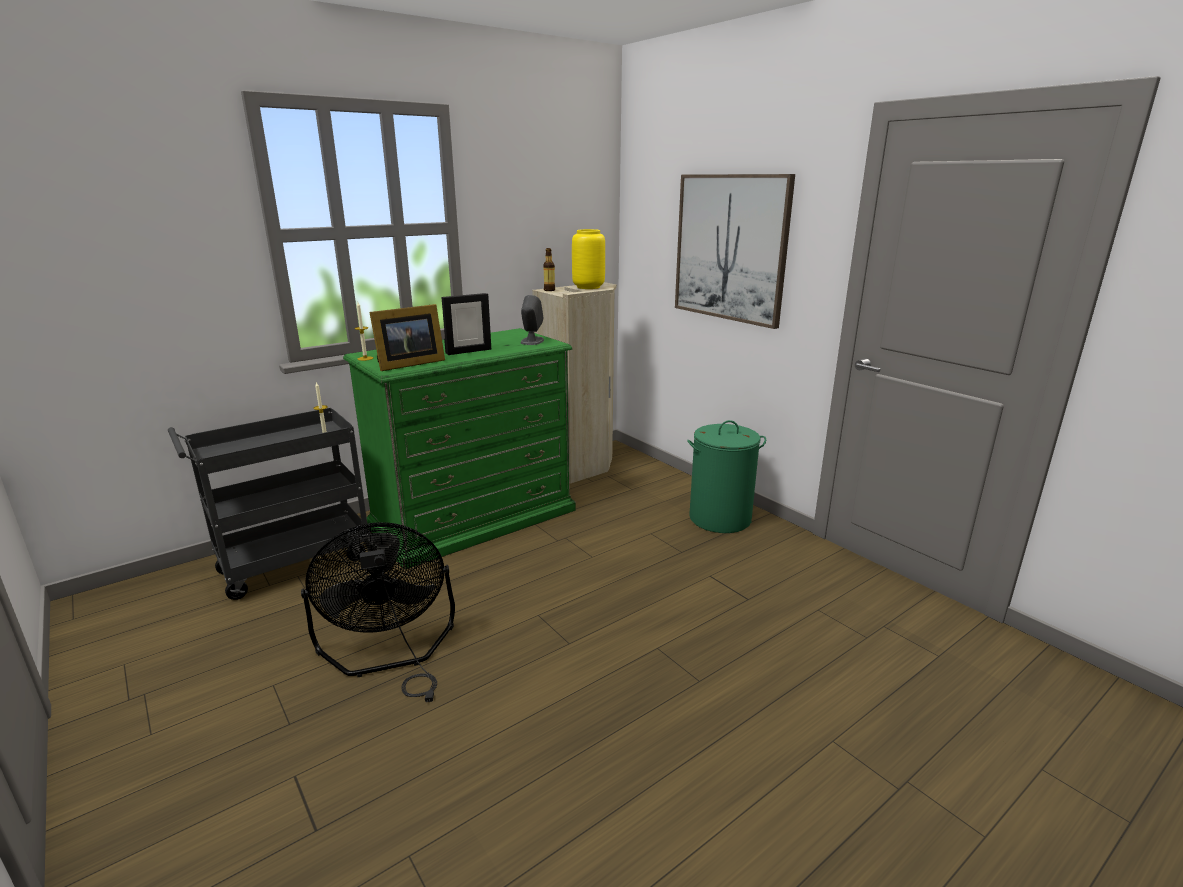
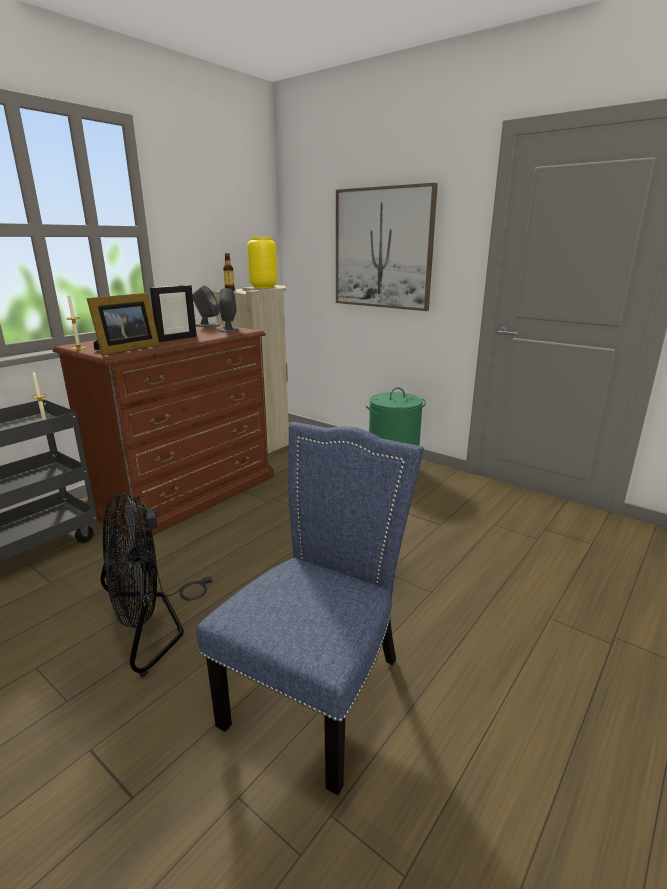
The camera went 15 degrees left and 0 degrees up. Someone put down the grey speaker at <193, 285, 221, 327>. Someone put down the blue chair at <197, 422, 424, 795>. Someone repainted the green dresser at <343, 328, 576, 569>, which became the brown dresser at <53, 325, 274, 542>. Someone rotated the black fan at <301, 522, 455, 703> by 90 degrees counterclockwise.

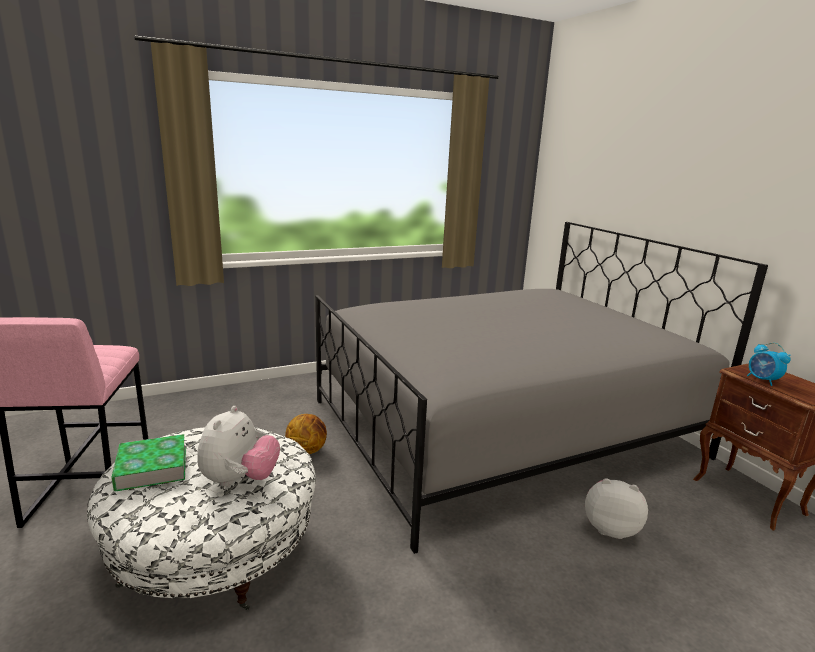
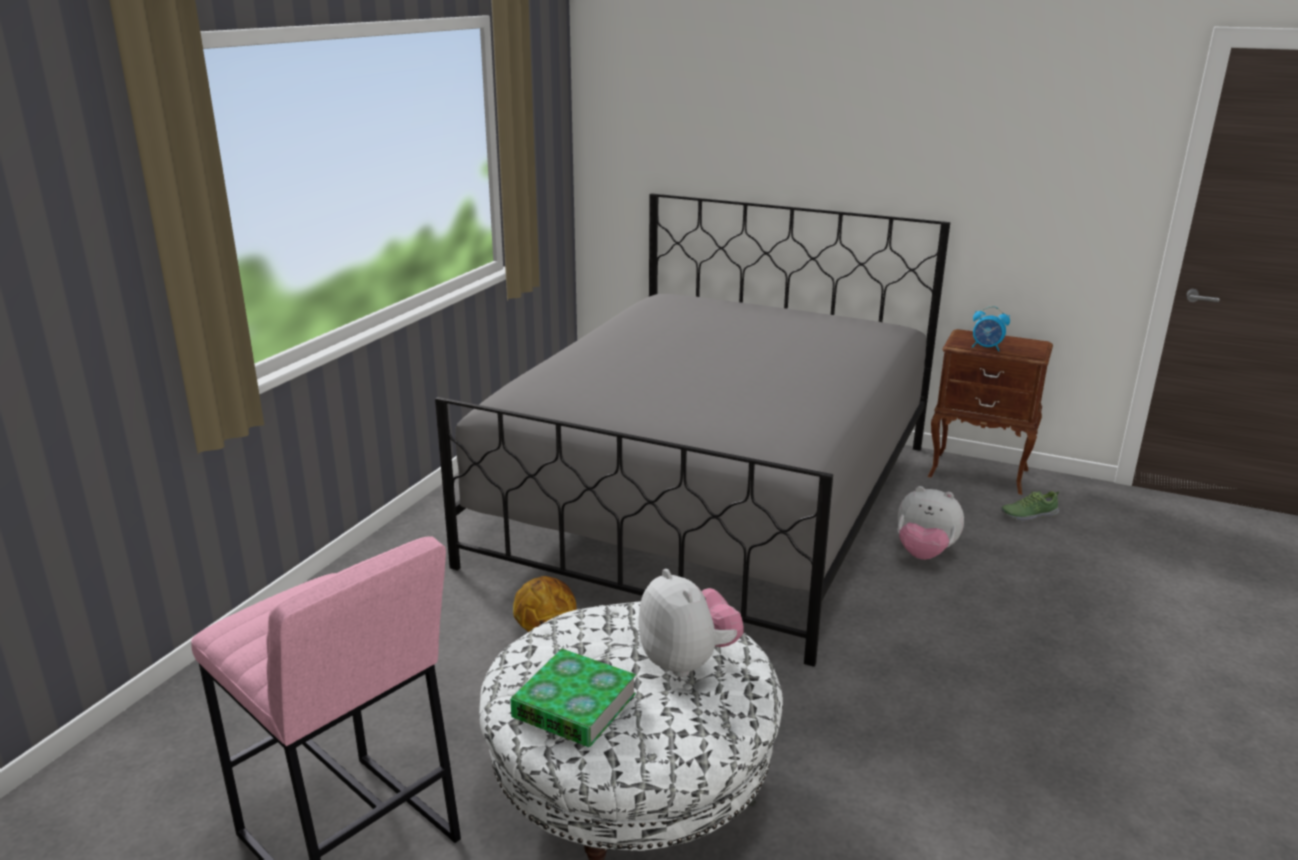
The camera went 40 degrees left and 5 degrees up. Someone put down the shoe at <1001, 491, 1060, 522>. Someone rotated the plush toy at <585, 478, 648, 539> by 135 degrees counterclockwise.

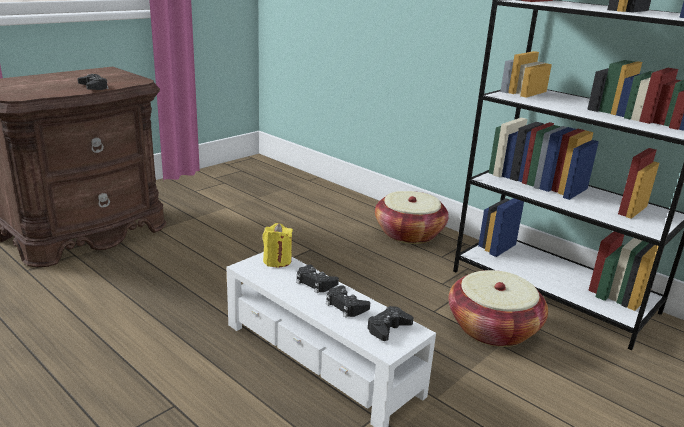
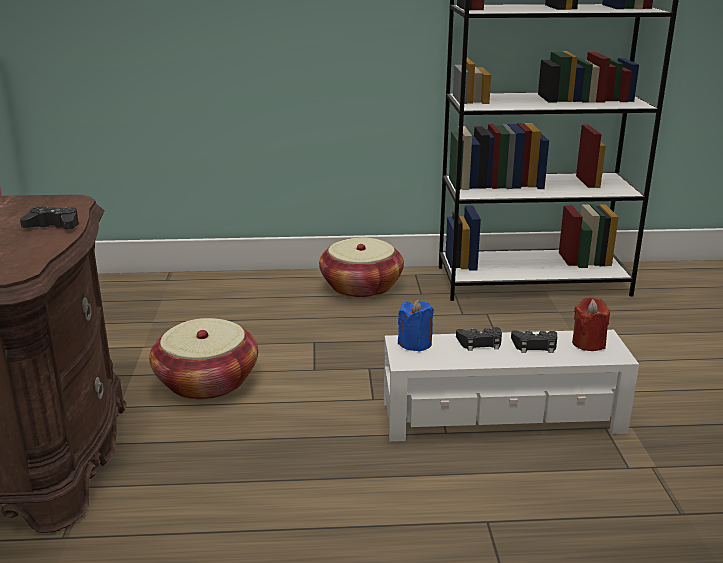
The camera went 45 degrees left and 0 degrees up. Someone carried the basket from <448, 270, 548, 347> to <149, 318, 258, 400>. Someone swapped the black game controller at <367, 306, 414, 341> for the red candle at <572, 297, 610, 351>. Someone repainted the yellow candle at <263, 223, 293, 268>, which became the blue candle at <398, 300, 434, 352>.

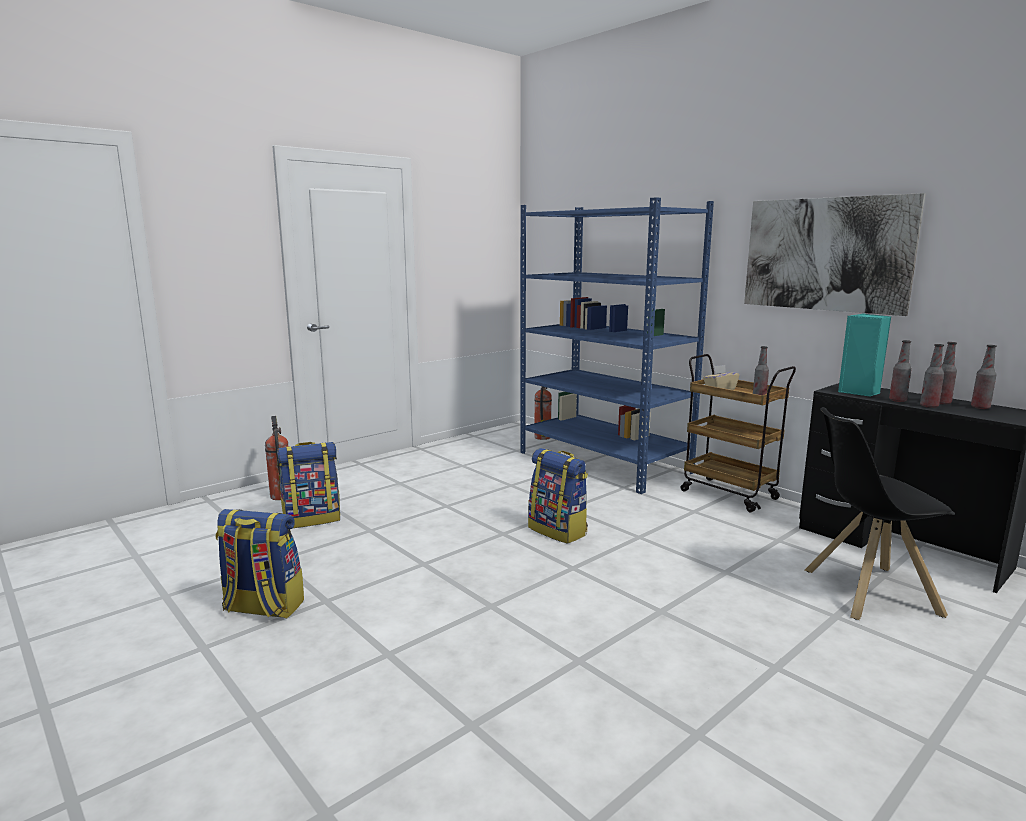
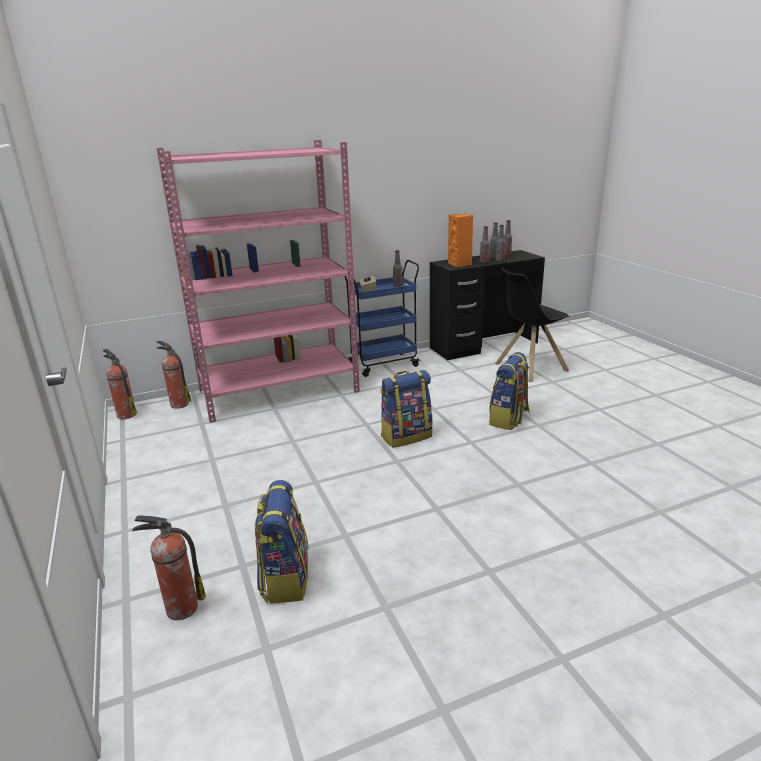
The camera went 70 degrees left and 10 degrees up. Someone took away the picture at <744, 193, 926, 316>. Someone put down the fire extinguisher at <103, 349, 137, 419>. Someone carried the backpack from <216, 509, 304, 618> to <489, 352, 530, 430>. Someone repainted the blue bookcase at <520, 197, 714, 494>, which became the pink bookcase at <156, 140, 360, 423>. Someone repainted the brown cart at <680, 354, 796, 512>, which became the blue cart at <344, 260, 422, 377>. Someone repainted the turquoise speaker at <838, 314, 891, 397>, which became the orange speaker at <448, 214, 473, 267>. Someone rotated the black chair at <805, 407, 955, 620> by 45 degrees clockwise.

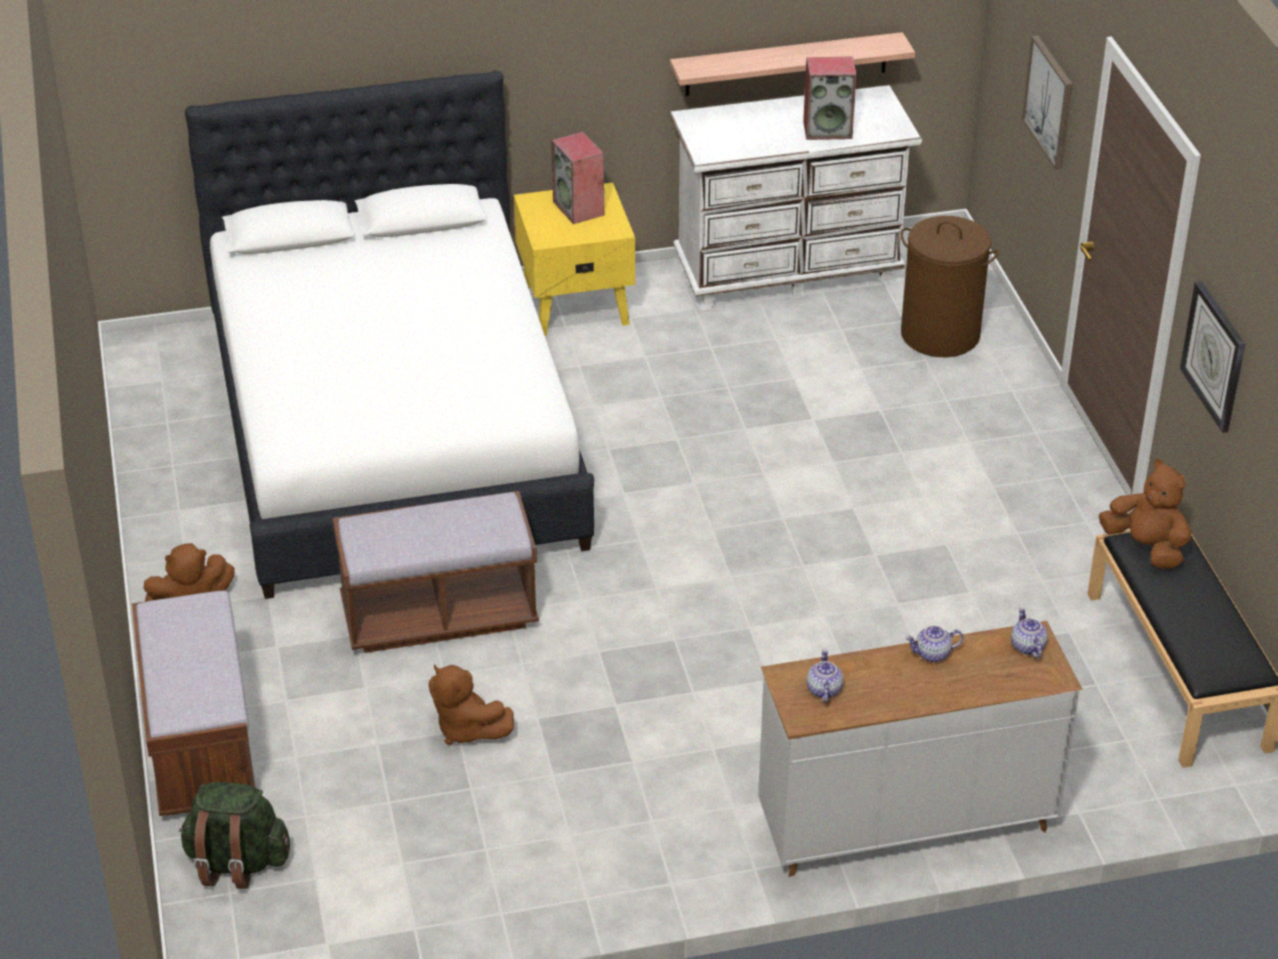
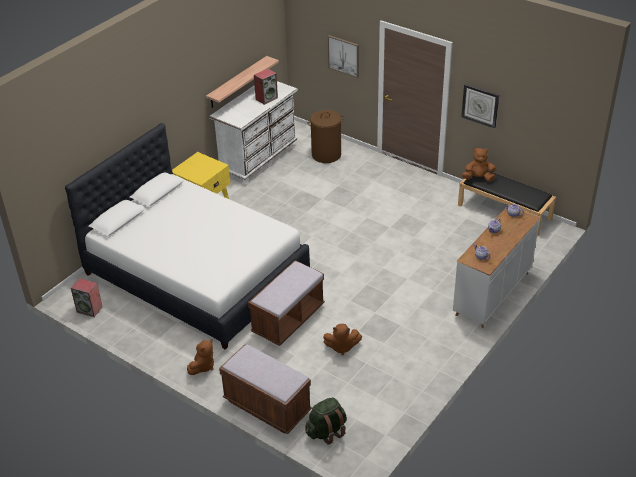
The camera went 40 degrees left and 0 degrees up. Someone carried the speaker from <551, 131, 604, 224> to <71, 278, 102, 317>.

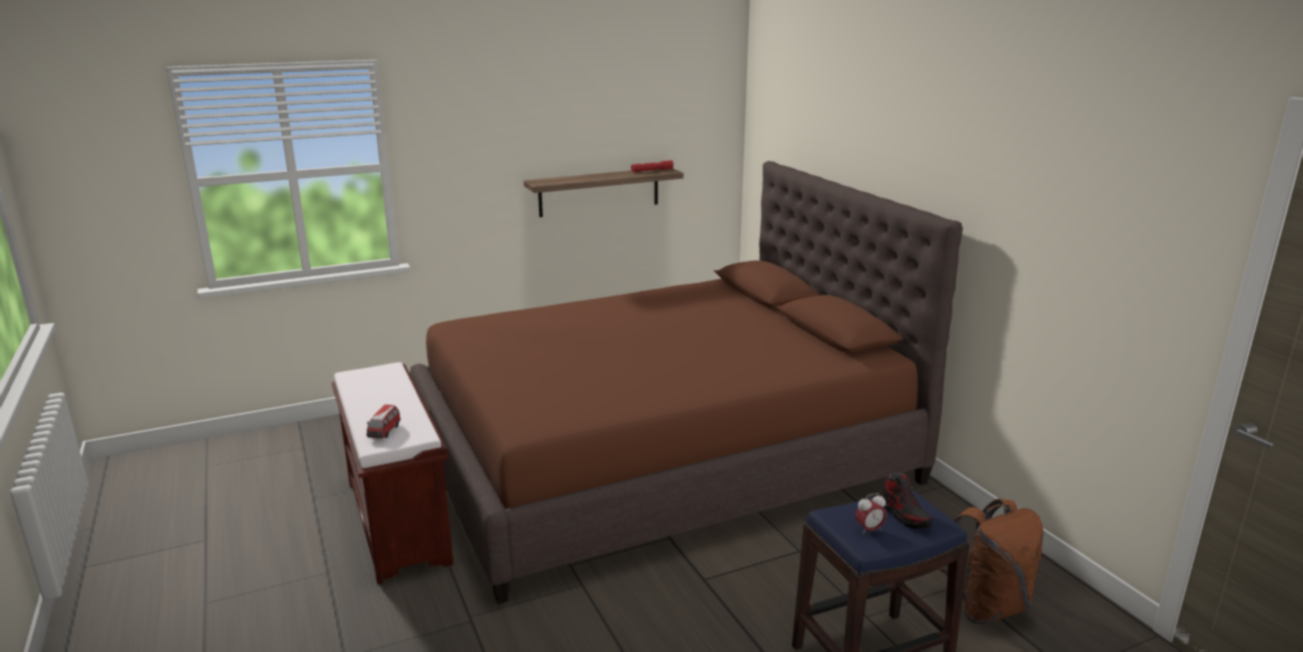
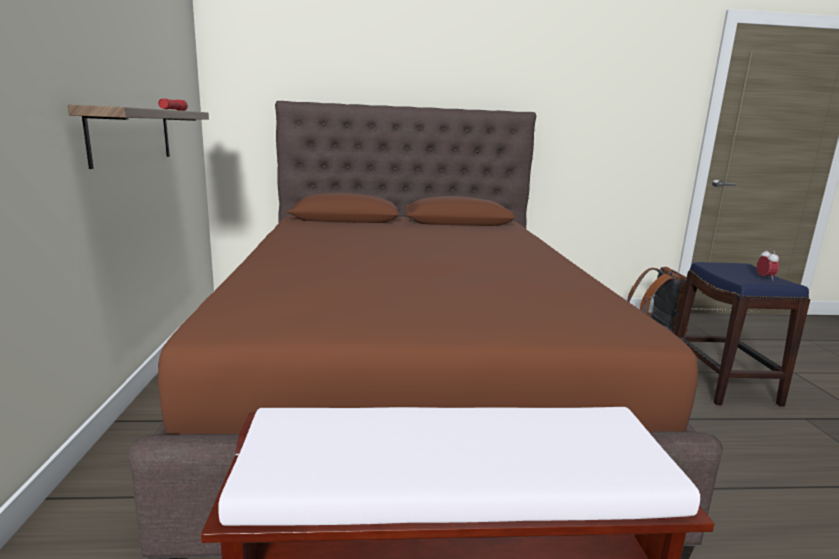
The camera went 70 degrees left and 5 degrees down. Someone took away the toy car at <367, 405, 401, 439>. Someone took away the shoe at <881, 473, 933, 529>.

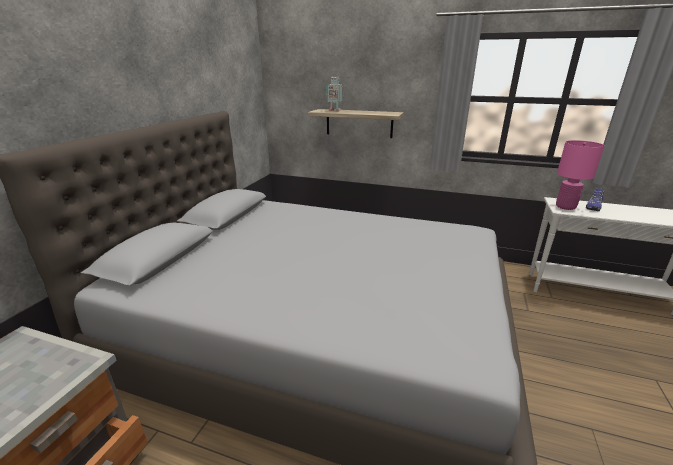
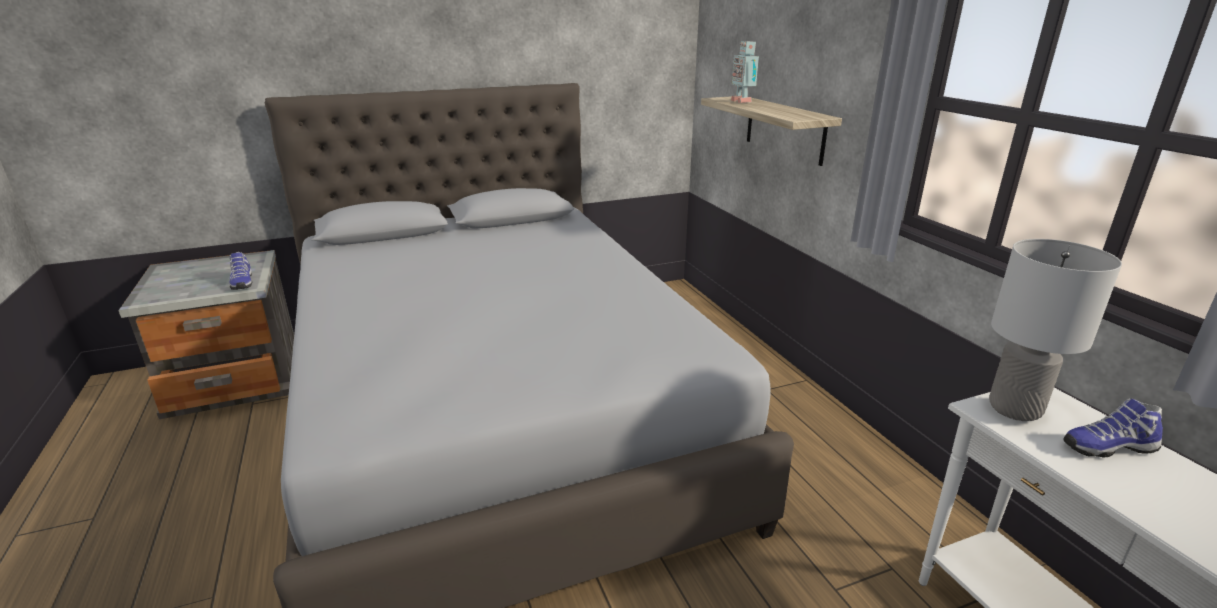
The camera went 50 degrees right and 0 degrees up. Someone put down the shoe at <229, 252, 252, 290>. Someone repainted the pink table lamp at <556, 140, 604, 210>, which became the grey table lamp at <989, 239, 1122, 421>.

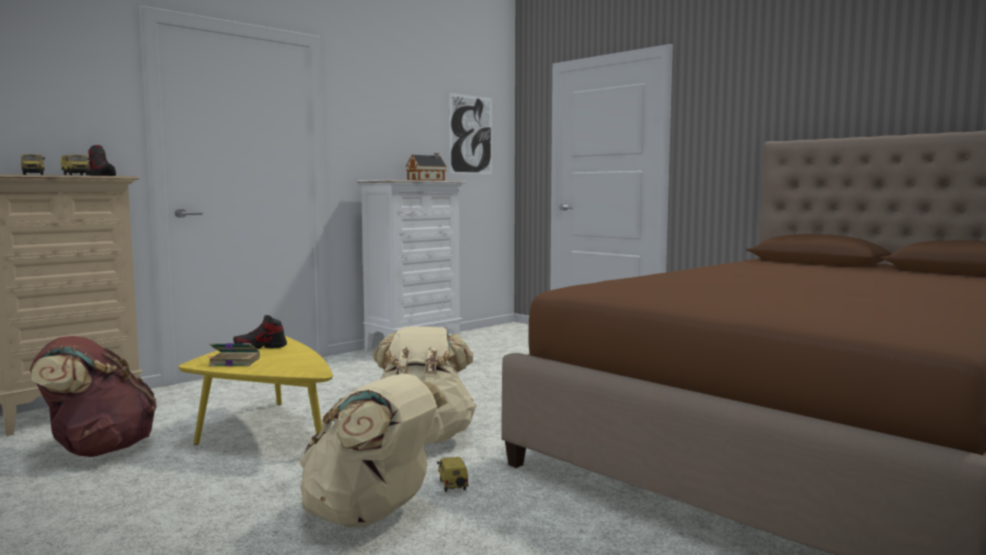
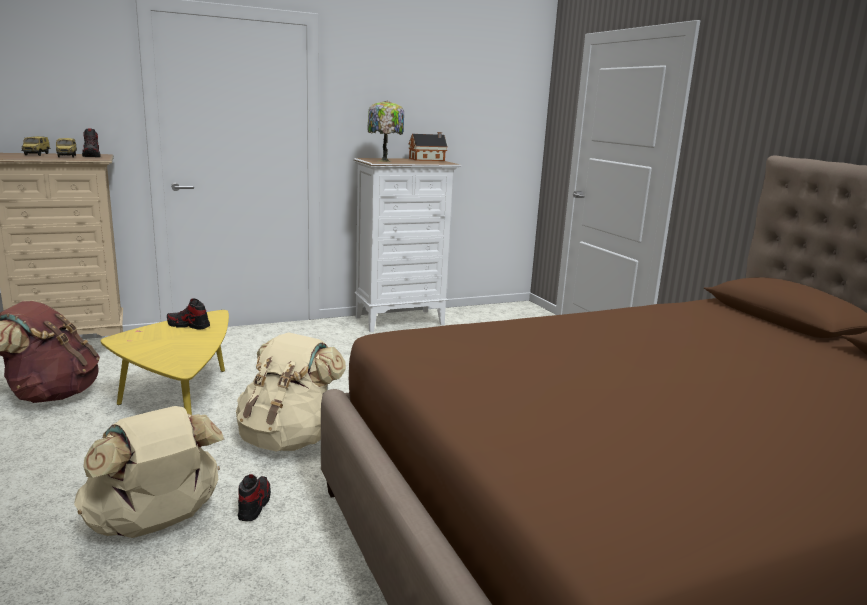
The camera went 20 degrees right and 10 degrees up. Someone took away the book at <209, 343, 260, 366>. Someone took away the picture at <449, 93, 492, 174>. Someone put down the table lamp at <367, 101, 404, 162>. Someone swapped the toy car at <437, 457, 469, 492> for the shoe at <238, 474, 271, 521>.

